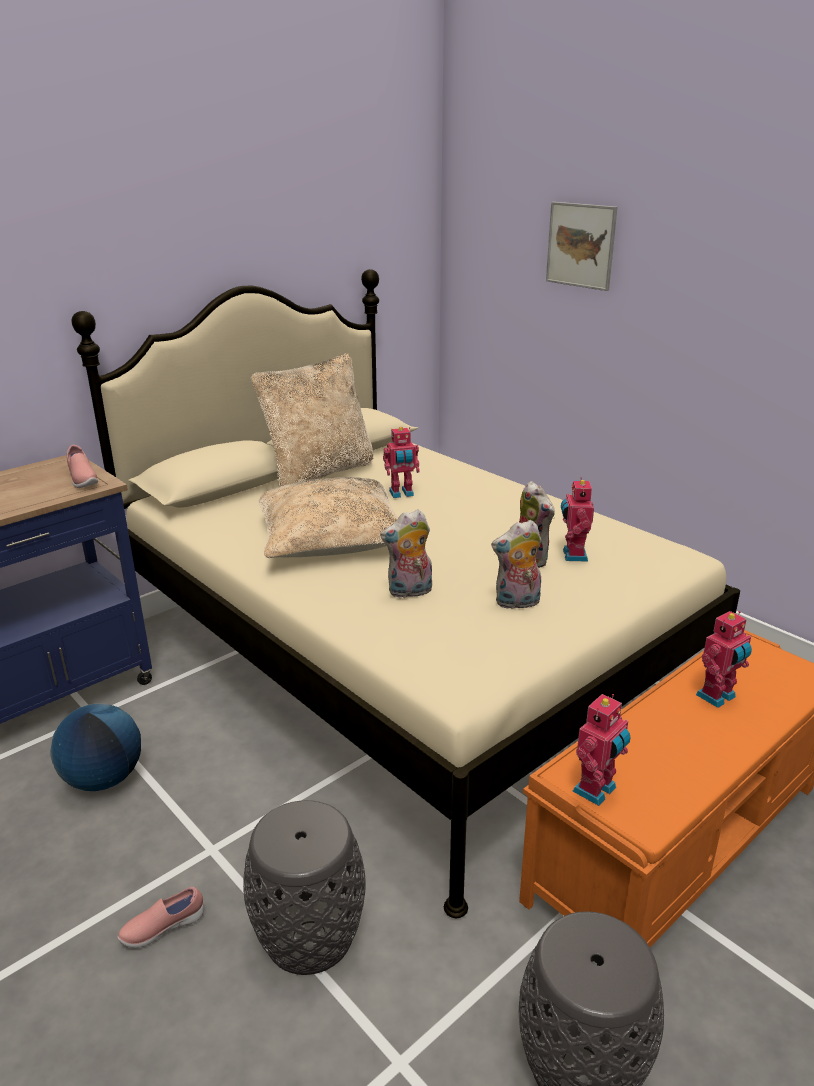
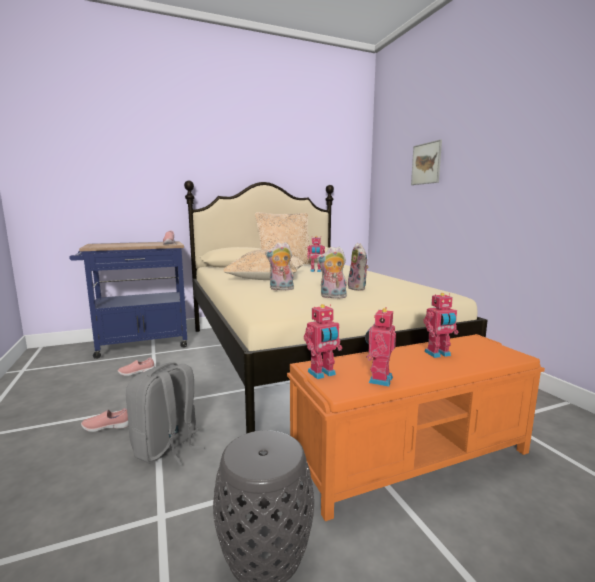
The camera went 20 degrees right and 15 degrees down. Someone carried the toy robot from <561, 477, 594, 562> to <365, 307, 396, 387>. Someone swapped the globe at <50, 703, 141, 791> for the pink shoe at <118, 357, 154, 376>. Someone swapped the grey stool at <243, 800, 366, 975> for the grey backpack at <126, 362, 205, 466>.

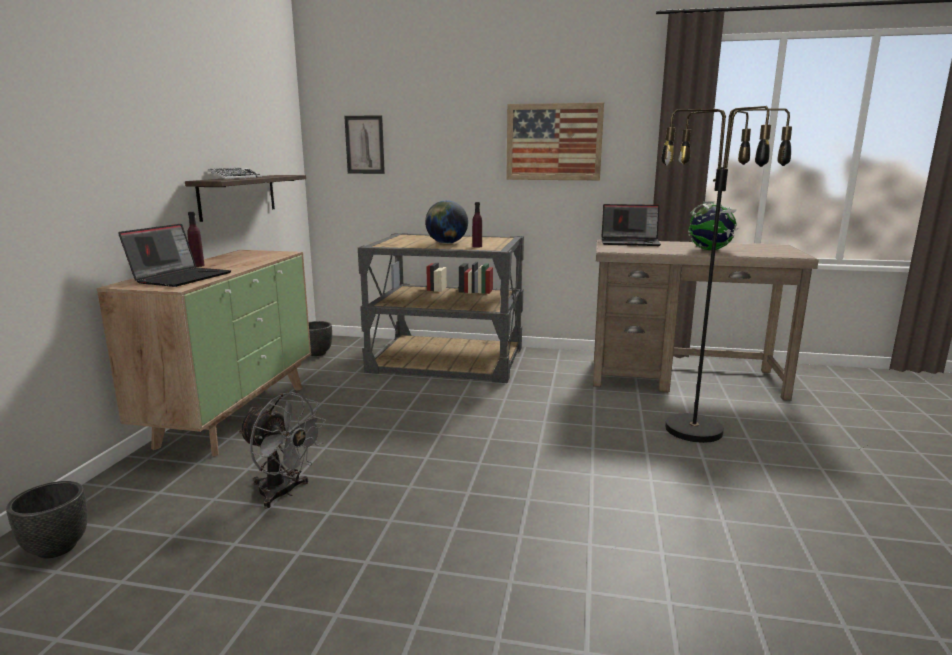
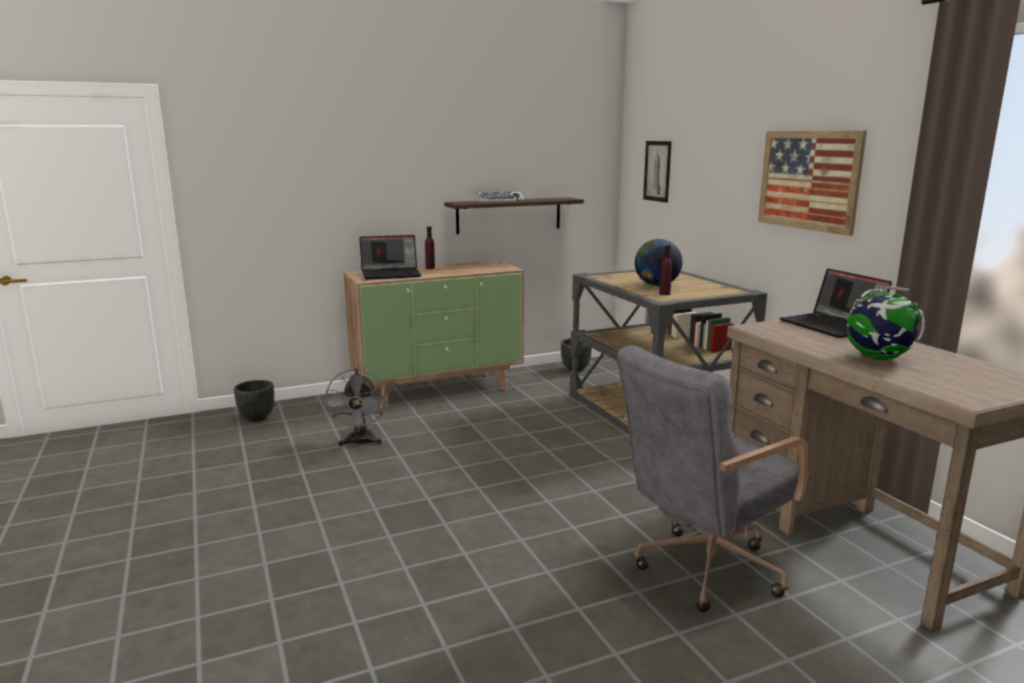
The camera went 55 degrees right and 0 degrees up. Someone swapped the floor lamp at <661, 106, 792, 443> for the grey office chair at <617, 345, 811, 612>.

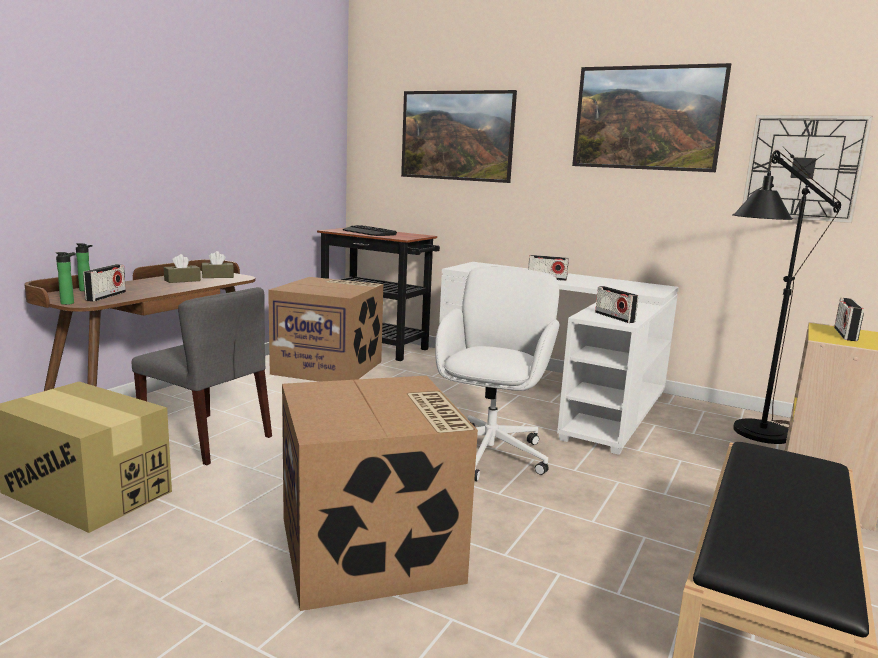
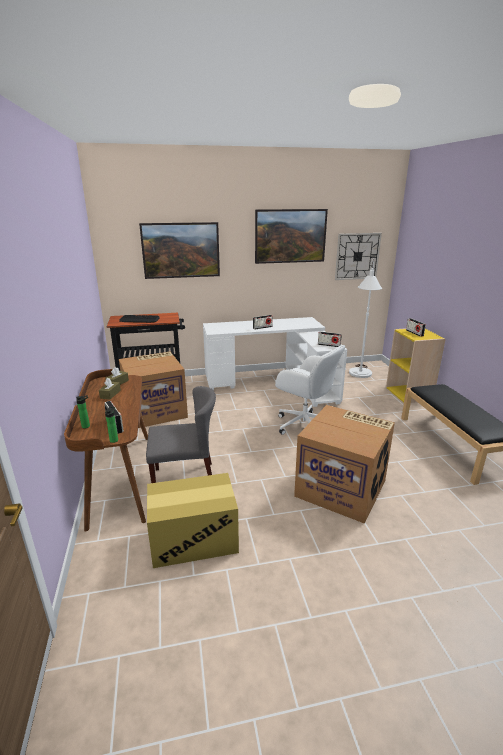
The camera went 40 degrees left and 10 degrees up. Someone repainted the black floor lamp at <732, 150, 841, 444>, which became the white floor lamp at <349, 258, 382, 378>. Someone rotated the white office chair at <435, 266, 559, 481> by 150 degrees clockwise.

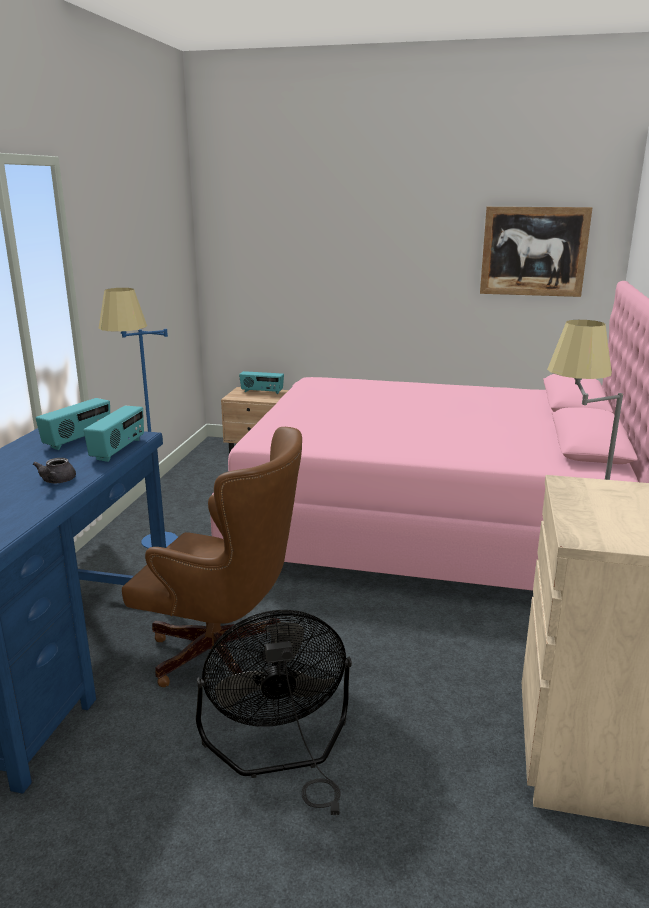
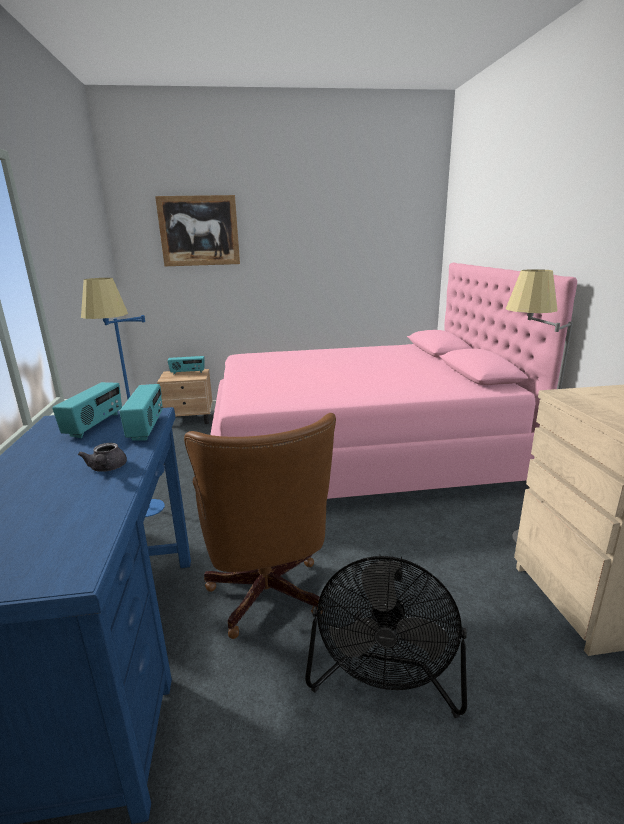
The camera went 20 degrees left and 0 degrees up. Someone carried the picture from <480, 207, 593, 297> to <155, 195, 240, 266>. Someone rotated the brown office chair at <122, 427, 302, 687> by 75 degrees clockwise. Someone rotated the black fan at <196, 610, 352, 816> by 135 degrees counterclockwise.

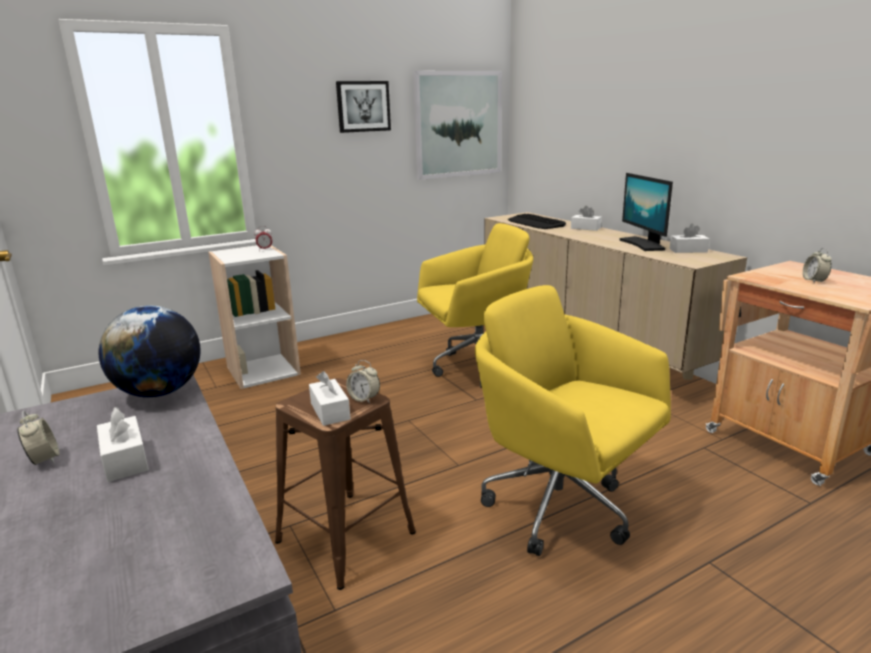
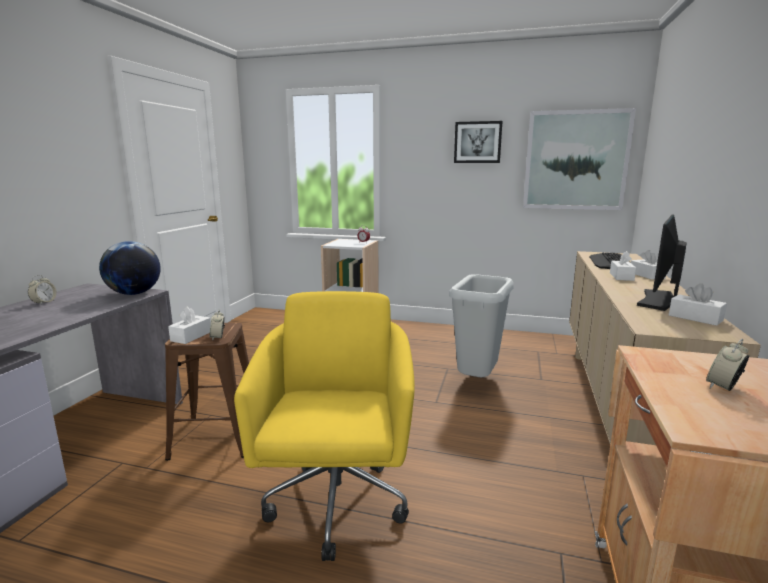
The camera went 45 degrees right and 5 degrees down. Someone carried the white tissue box from <97, 407, 149, 482> to <610, 251, 636, 281>. Someone swapped the yellow office chair at <417, 223, 533, 388> for the grey trash can at <449, 274, 514, 377>.

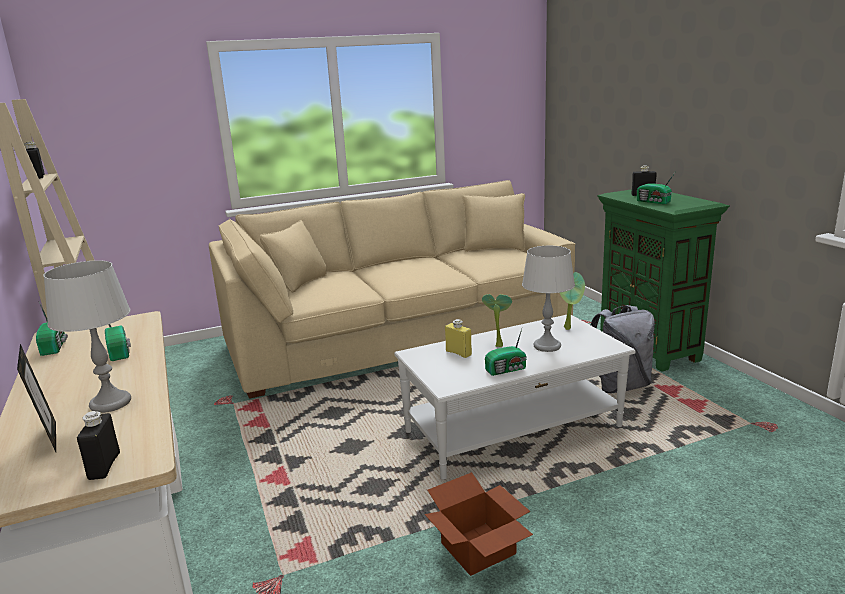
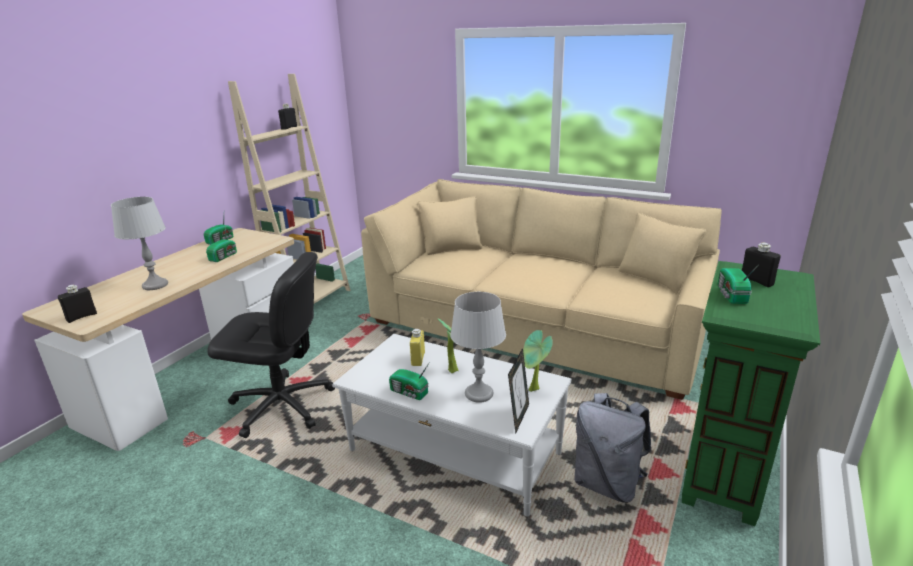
The camera went 50 degrees right and 5 degrees up. Someone took away the cardboard box at <424, 472, 533, 576>. Someone put down the black office chair at <208, 252, 335, 438>. Someone carried the picture frame from <17, 344, 56, 452> to <508, 348, 529, 433>.

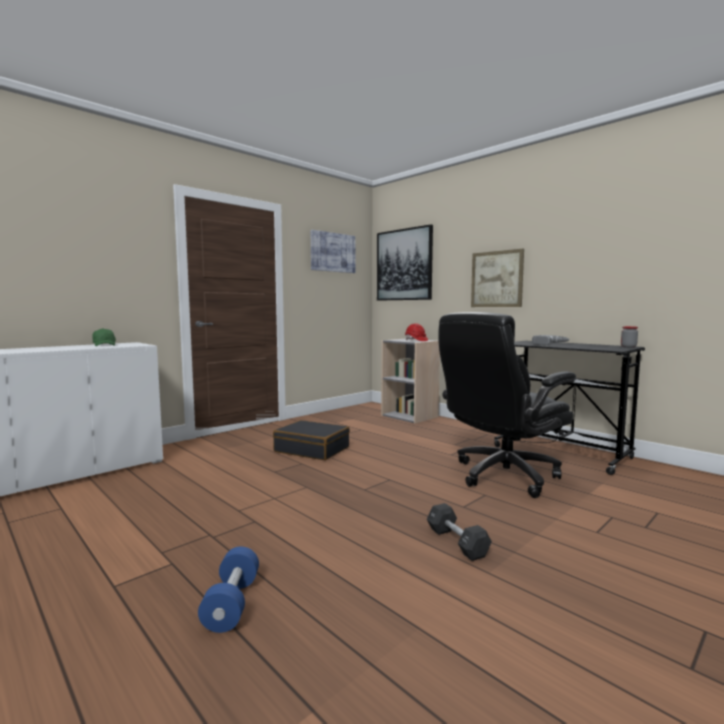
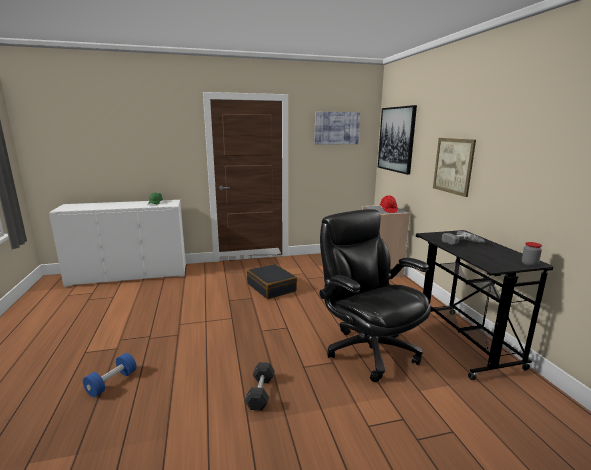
The camera went 30 degrees right and 10 degrees up. Someone rotated the black office chair at <438, 312, 576, 498> by 60 degrees clockwise.

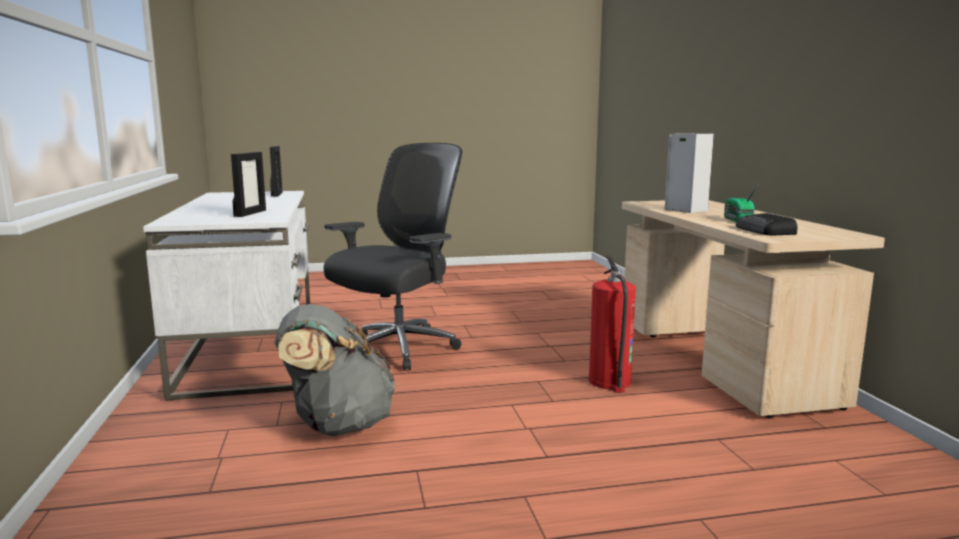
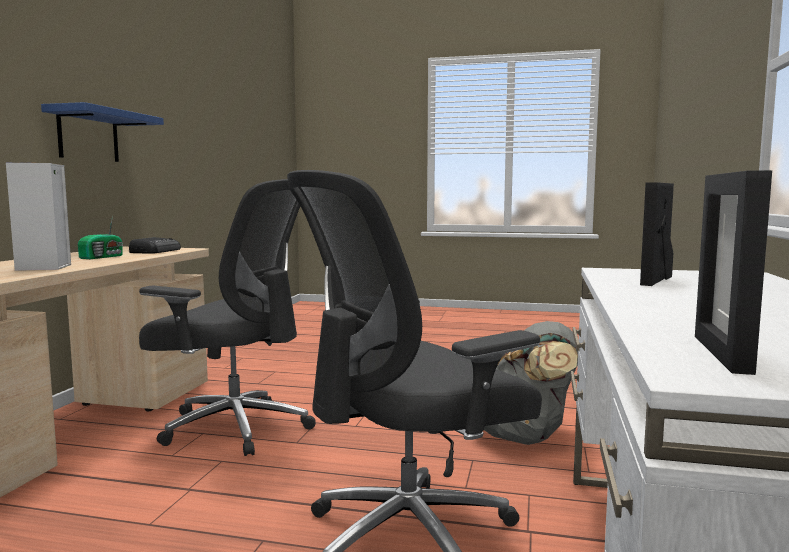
The camera went 155 degrees left and 5 degrees down. Someone put up the blue shelf at <41, 102, 164, 162>. Someone swapped the fire extinguisher at <588, 255, 636, 393> for the office chair at <139, 179, 316, 456>.

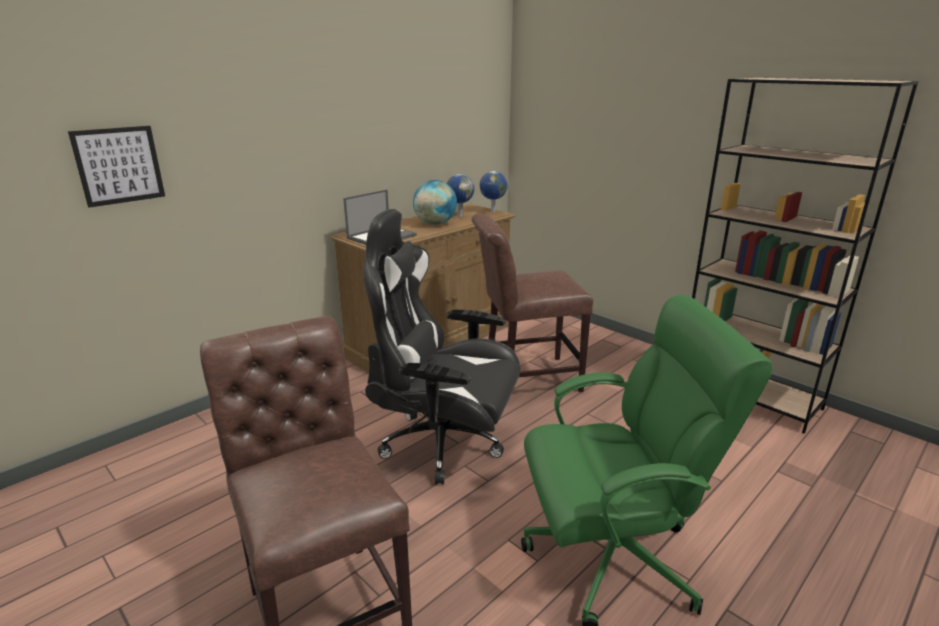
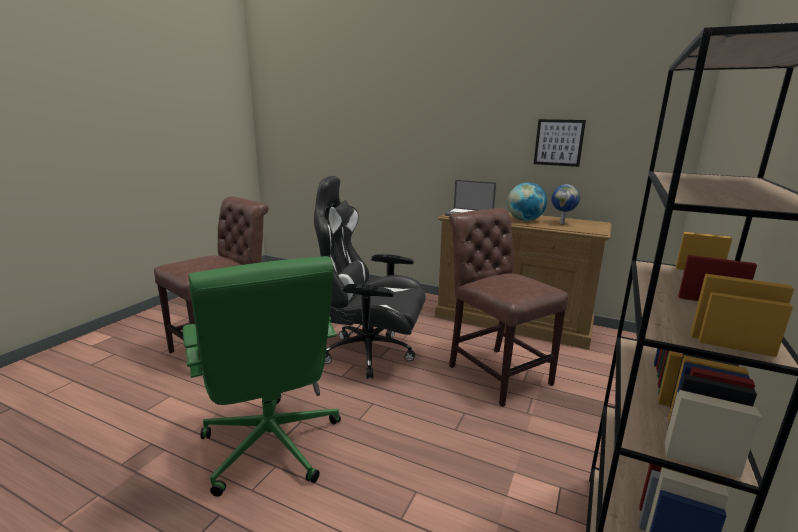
The camera went 70 degrees right and 5 degrees down. Someone took away the globe at <480, 171, 508, 213>. Someone carried the picture from <68, 126, 165, 208> to <534, 119, 586, 167>. Someone rotated the black office chair at <363, 209, 521, 484> by 75 degrees counterclockwise.

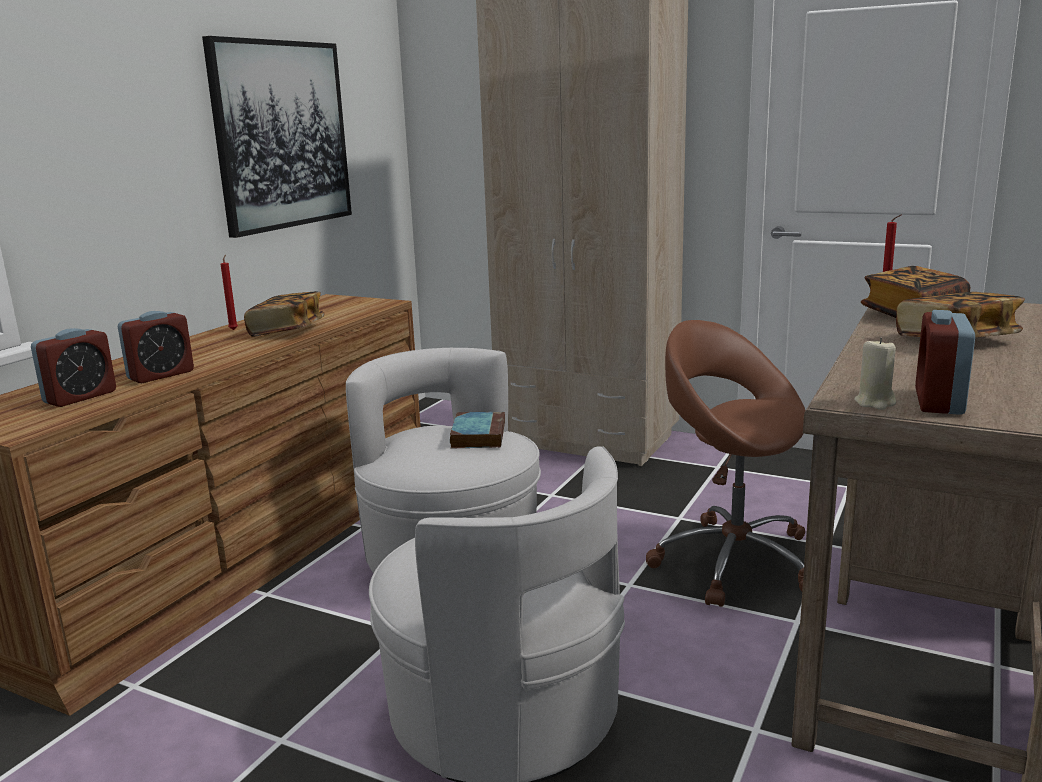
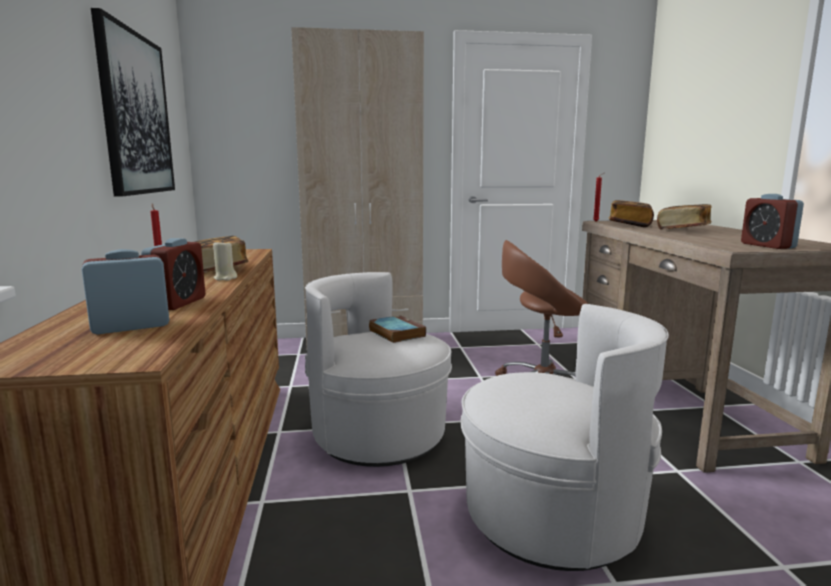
The camera went 35 degrees left and 5 degrees down. Someone carried the beige candle from <854, 338, 896, 410> to <213, 240, 237, 281>. Someone rotated the alarm clock at <31, 328, 116, 407> by 120 degrees counterclockwise.

